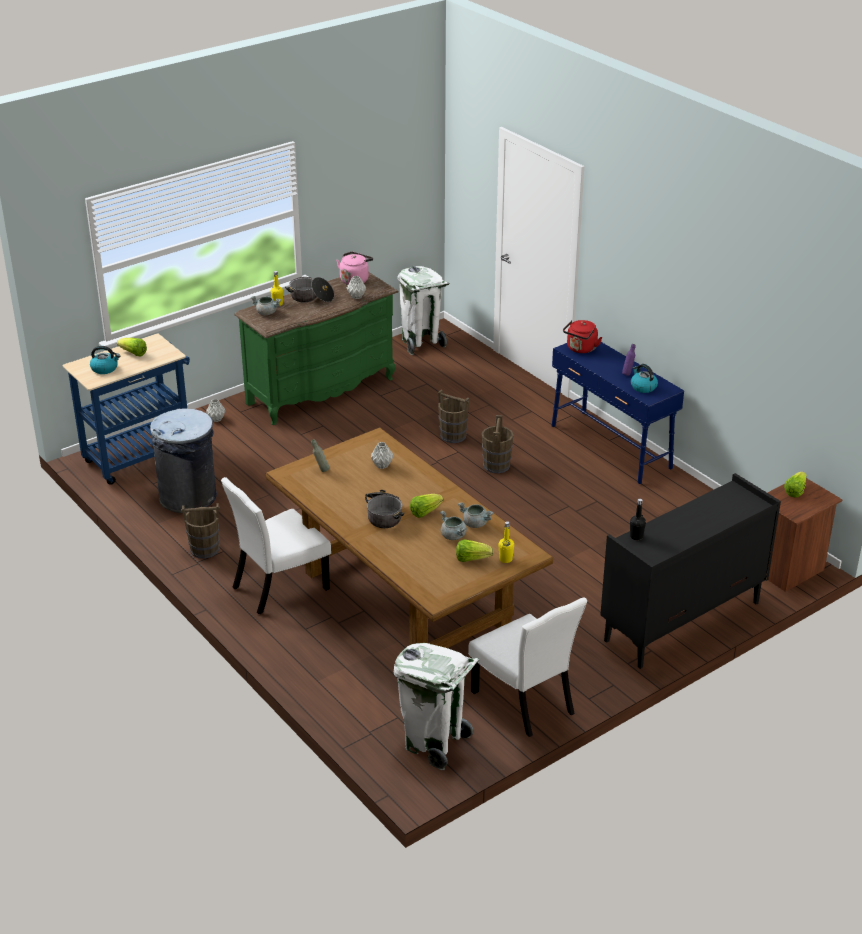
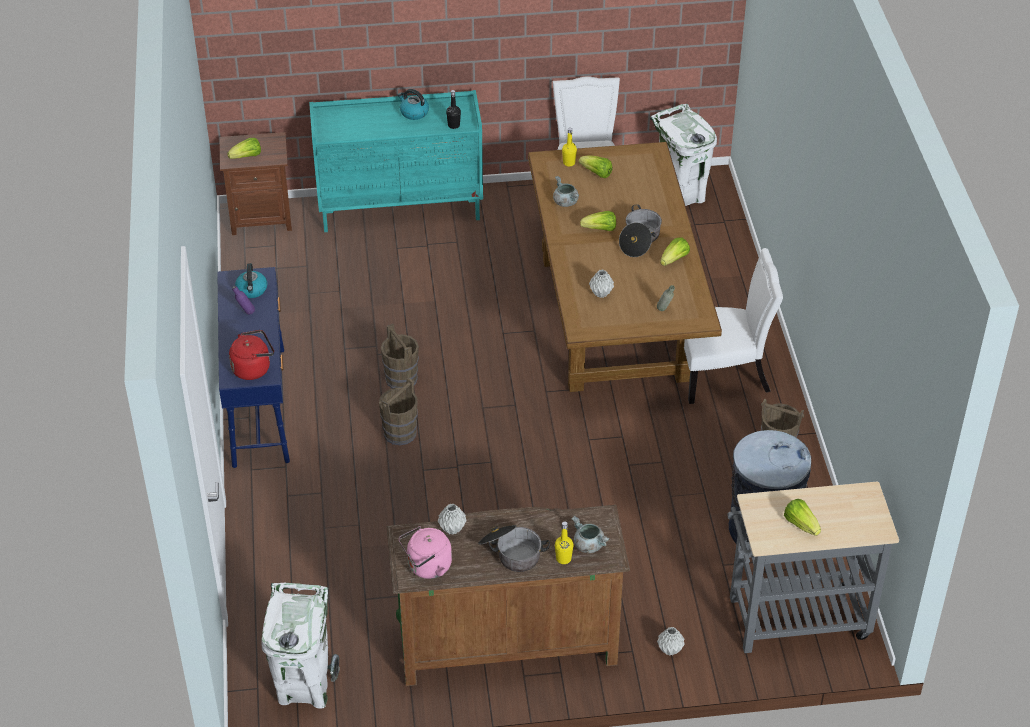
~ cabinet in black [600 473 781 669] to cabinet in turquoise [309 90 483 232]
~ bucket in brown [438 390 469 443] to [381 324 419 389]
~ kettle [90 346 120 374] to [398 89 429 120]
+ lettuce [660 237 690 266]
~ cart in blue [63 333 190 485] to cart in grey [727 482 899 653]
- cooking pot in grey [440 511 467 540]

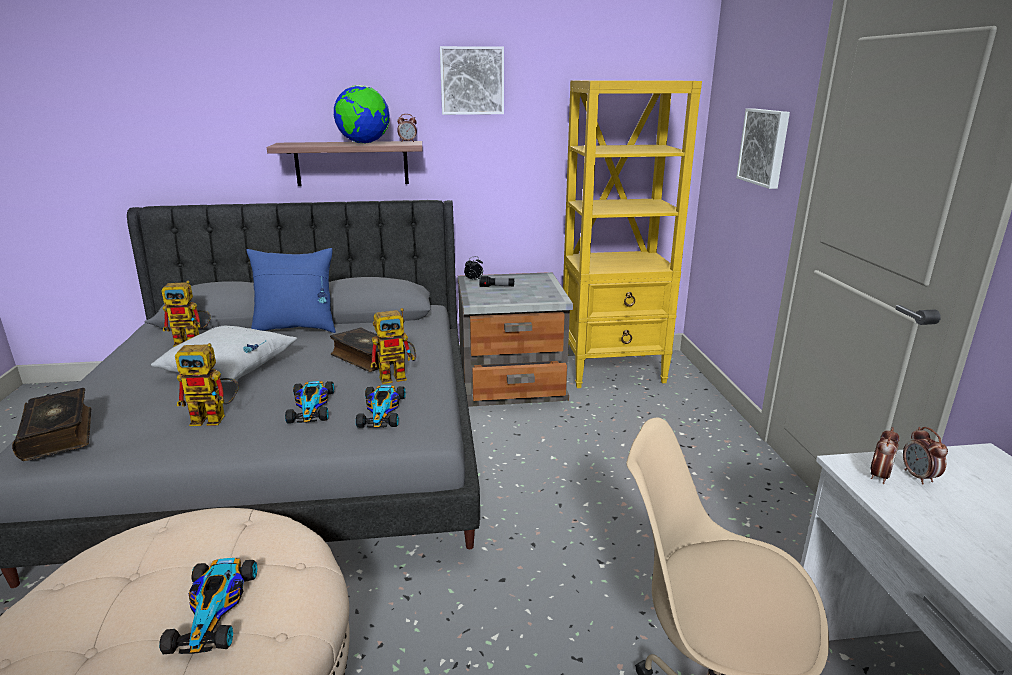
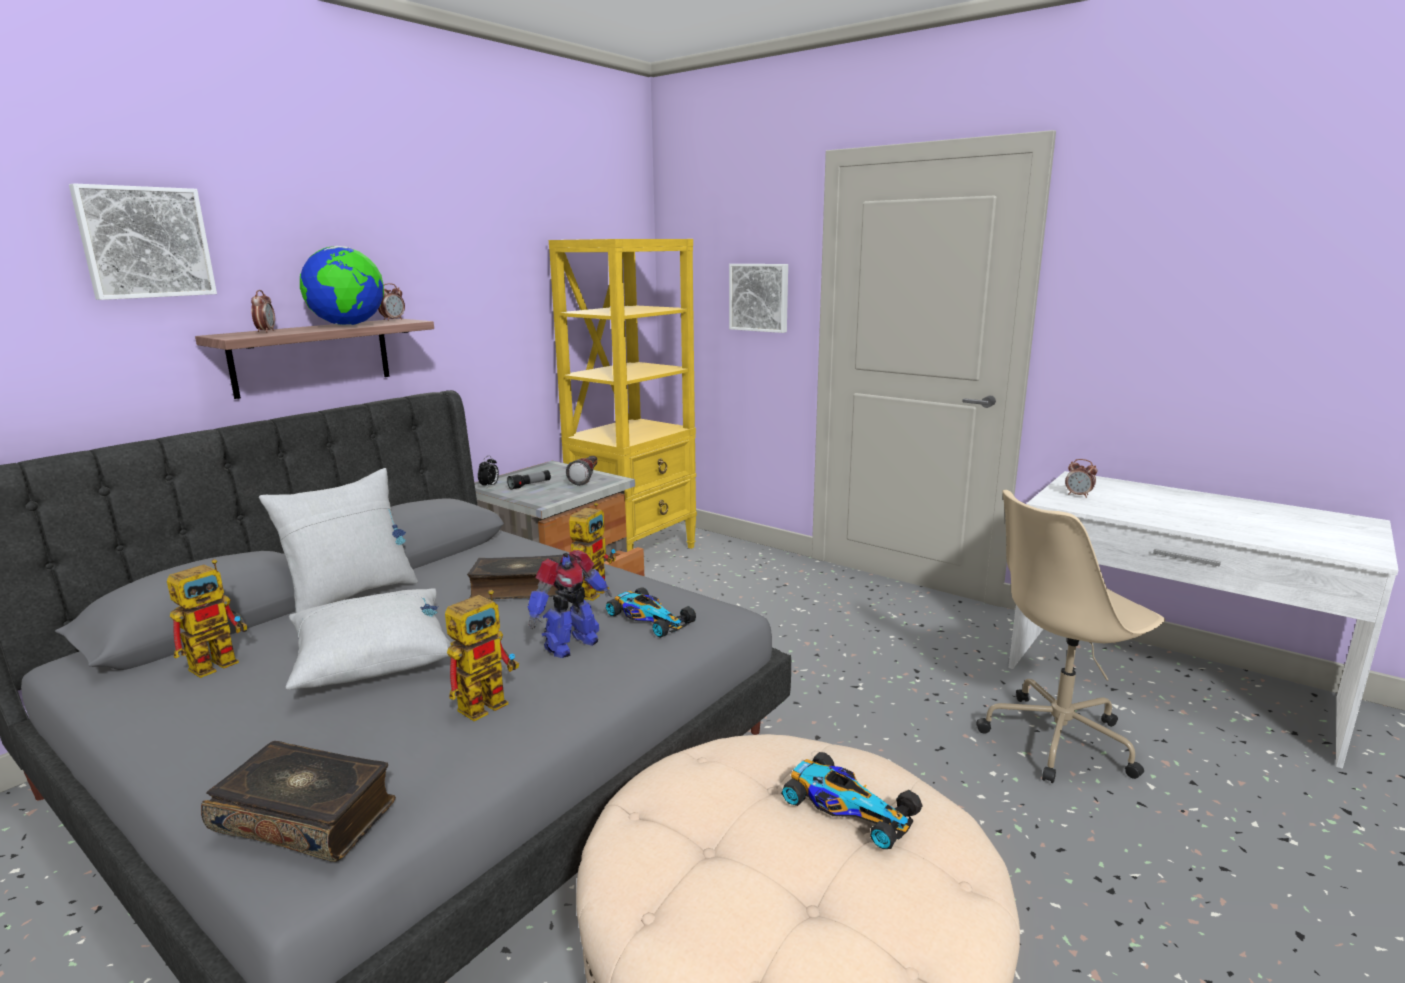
~ picture [440 46 504 115] to [69 183 217 300]
~ alarm clock [870 427 899 484] to [251 290 275 332]
~ pillow in blue [246 248 336 333] to pillow in grey [259 468 418 613]
~ toy car [285 381 334 424] to toy robot [528 550 612 658]
+ flashlight [566 456 597 486]

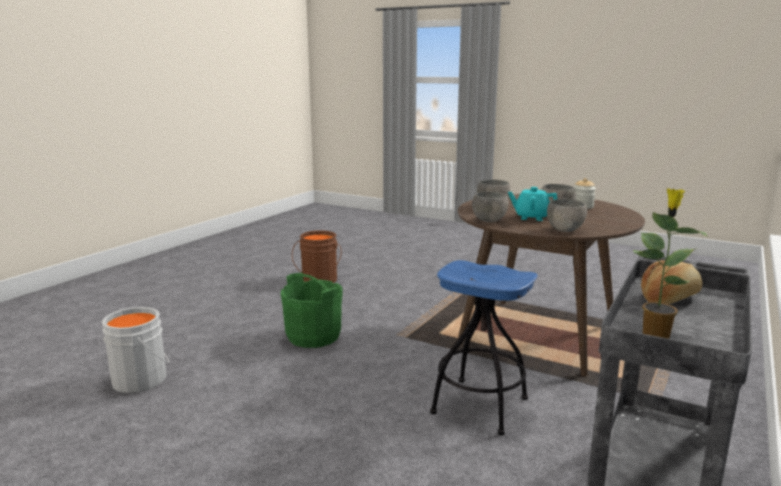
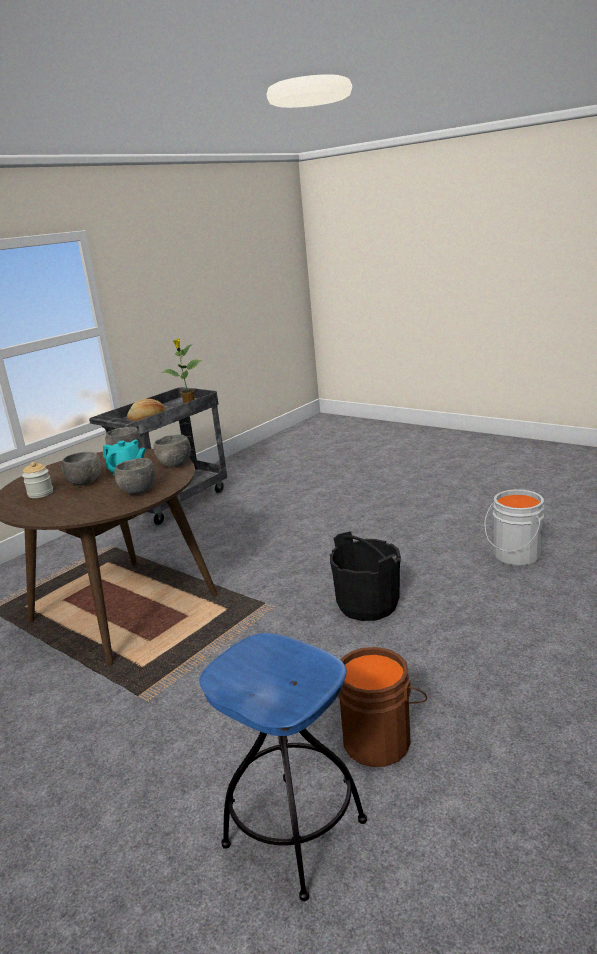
~ stool in blue [430 260 538 435] to [199 633 367 901]
~ bucket in green [281 272 343 348] to bucket in black [330 531 401 621]

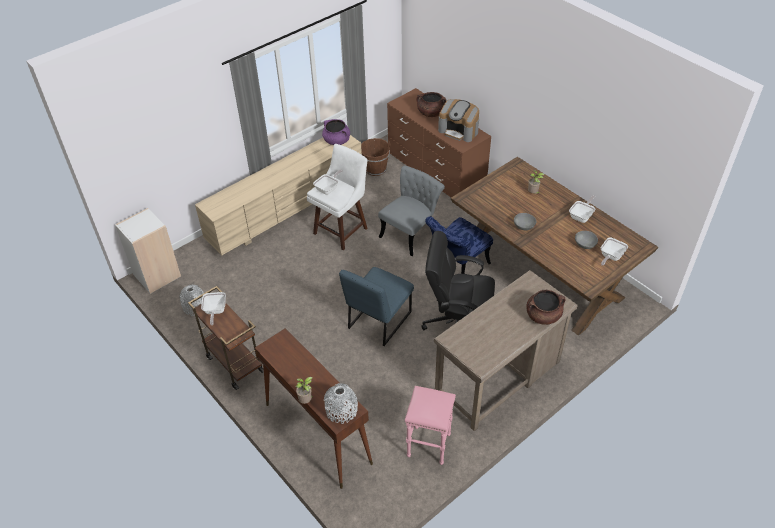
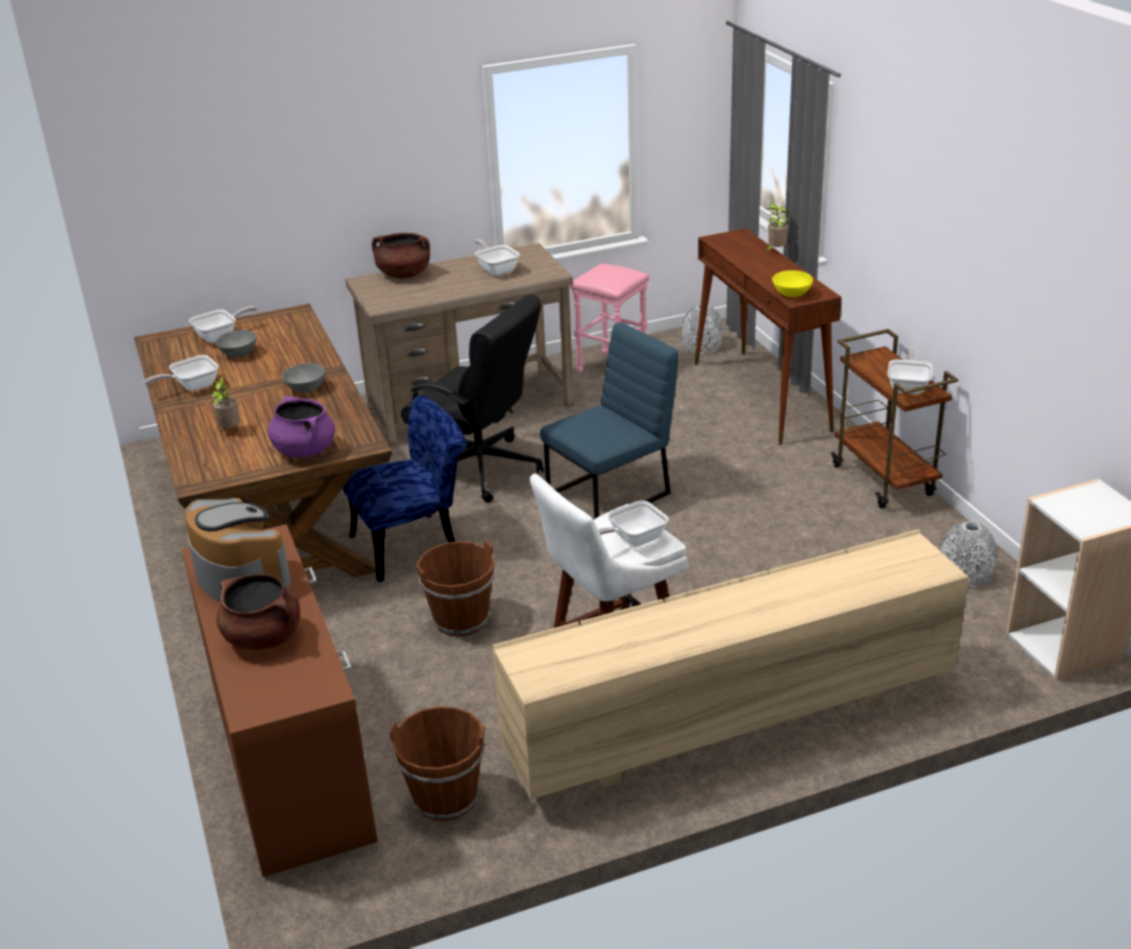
~ cooking pot in purple [322 119 350 145] to [268 396 335 458]
~ chair in grey [378 166 445 256] to bucket in brown [416 540 495 636]
+ frying pan [474 239 520 276]
~ vase in grey [324 383 358 424] to [682 304 722 354]
+ bowl in yellow [772 270 813 297]

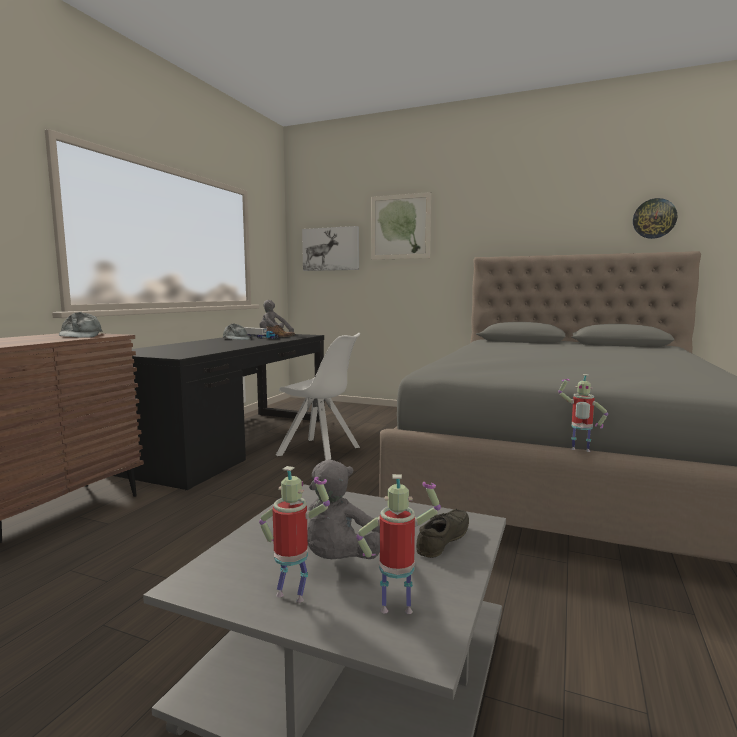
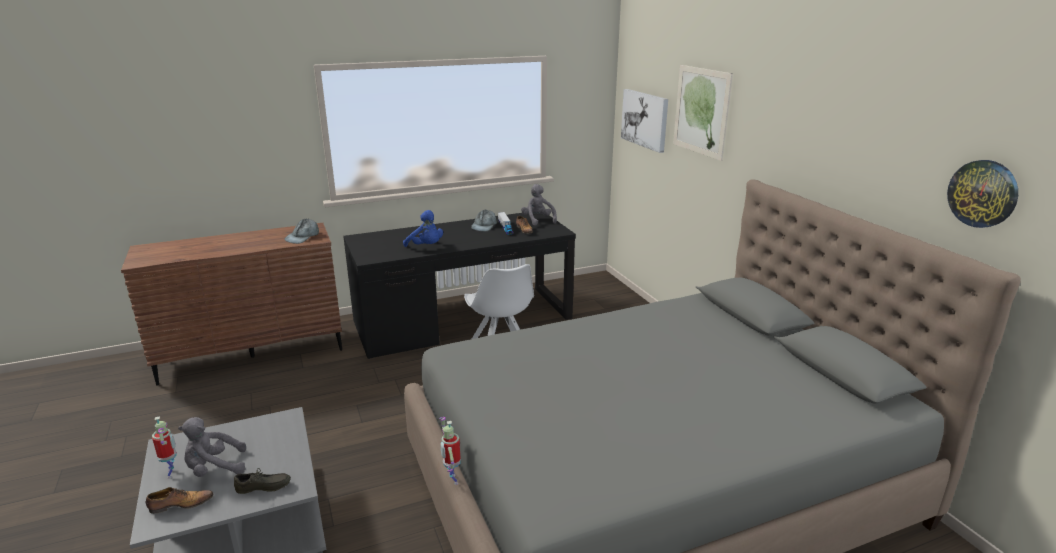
~ toy robot [356 474 441 614] to shoe [145 487 213 514]
+ plush toy in blue [403 210 443 247]

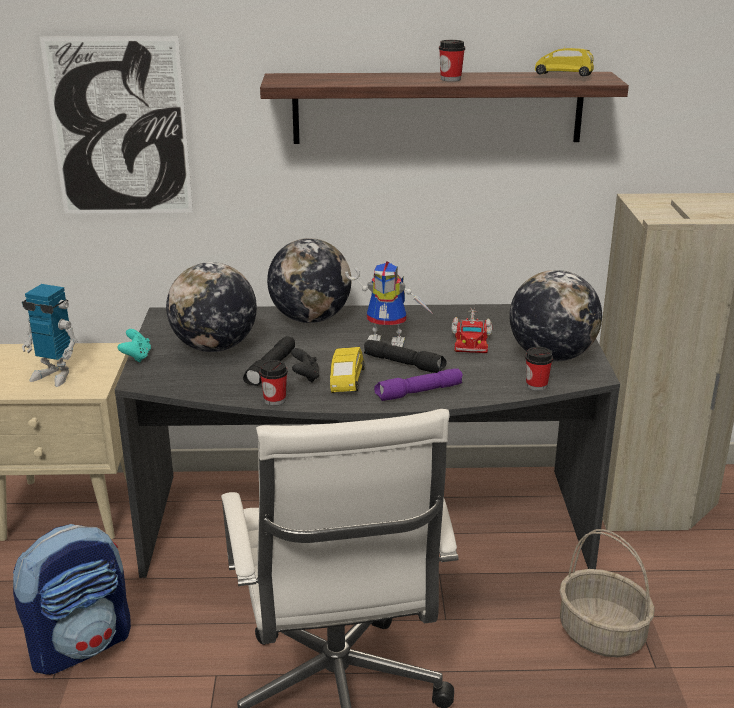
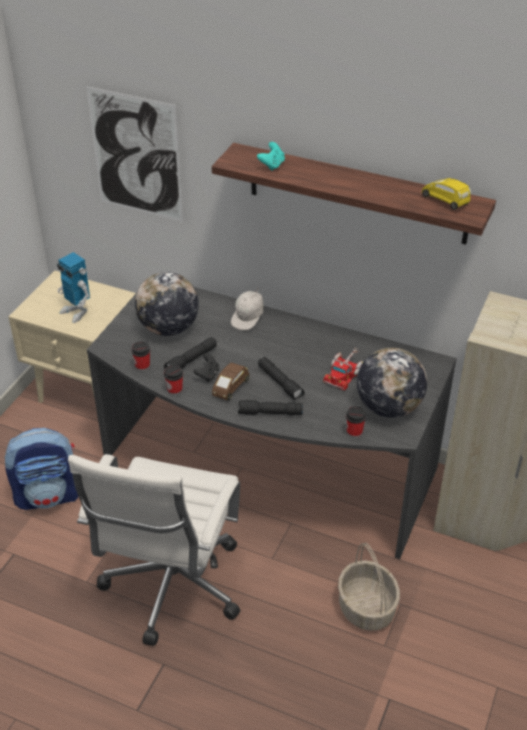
~ cup [439 40 465 82] to [131 341 150 371]
~ toy car in yellow [330 347 365 393] to toy car in brown [212 362 249 401]
~ globe [267 238 351 323] to cap in white [231 287 264 330]
~ flashlight in purple [374 368 463 401] to flashlight in black [238 400 303 415]
~ game controller in turquoise [118 329 151 363] to [257 142 285 171]
- toy robot [345 261 435 347]

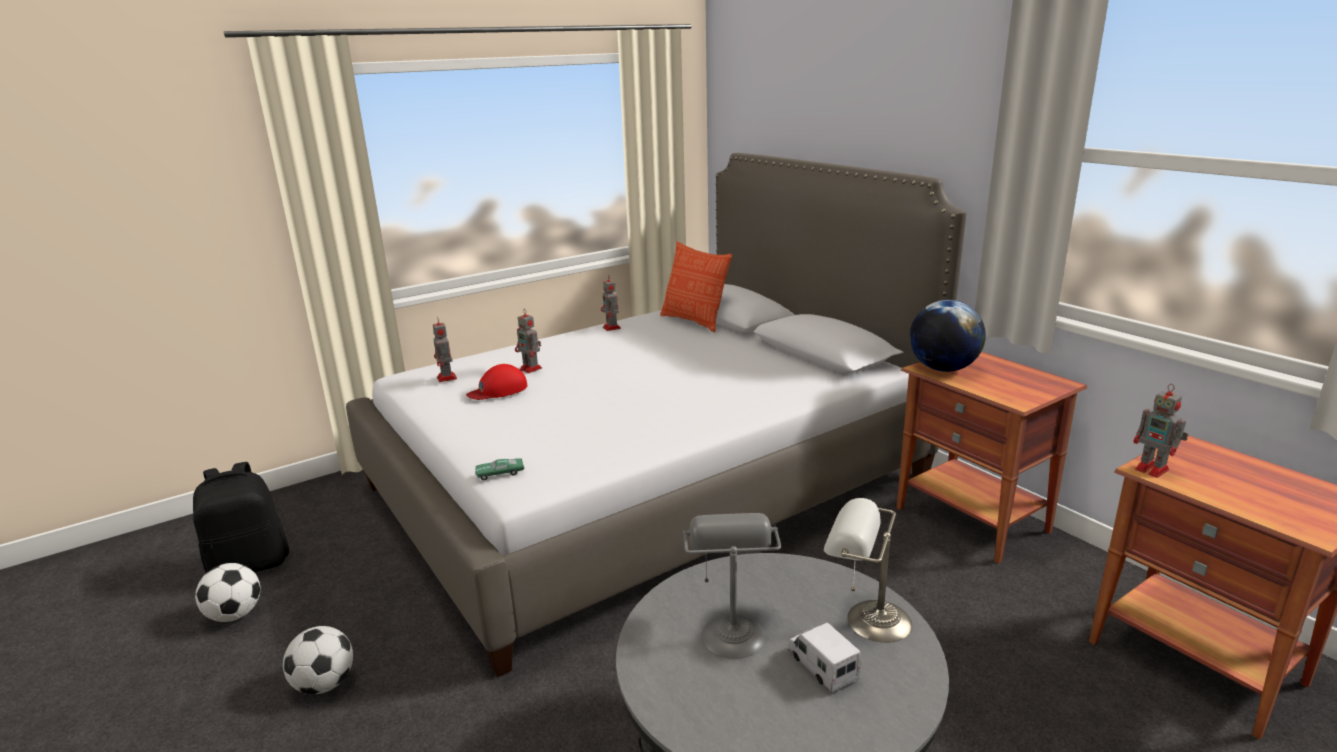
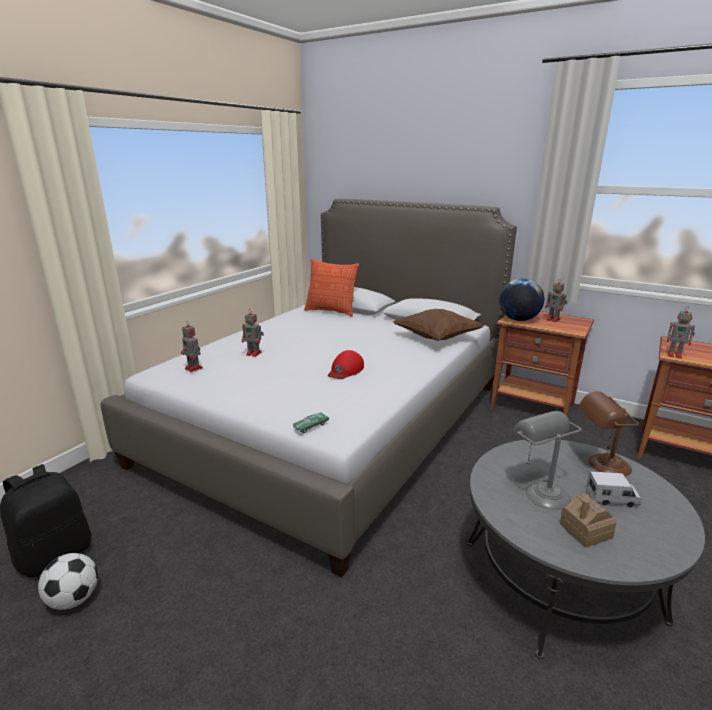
~ cap in red [466 364 527 400] to [328 350 364 379]
+ pillow in brown [393 309 484 341]
~ toy robot [601 278 621 331] to [545 279 567 322]
+ toy house [560 493 616 548]
~ table lamp in white [824 498 912 643] to table lamp in brown [579 391 639 477]
~ toy truck [788 622 861 693] = [586 471 641 507] 150 degrees clockwise
- football [283 626 353 694]

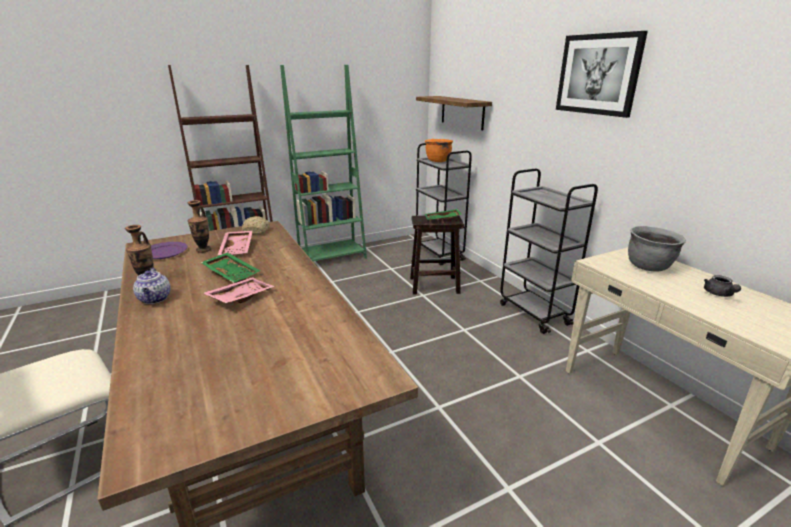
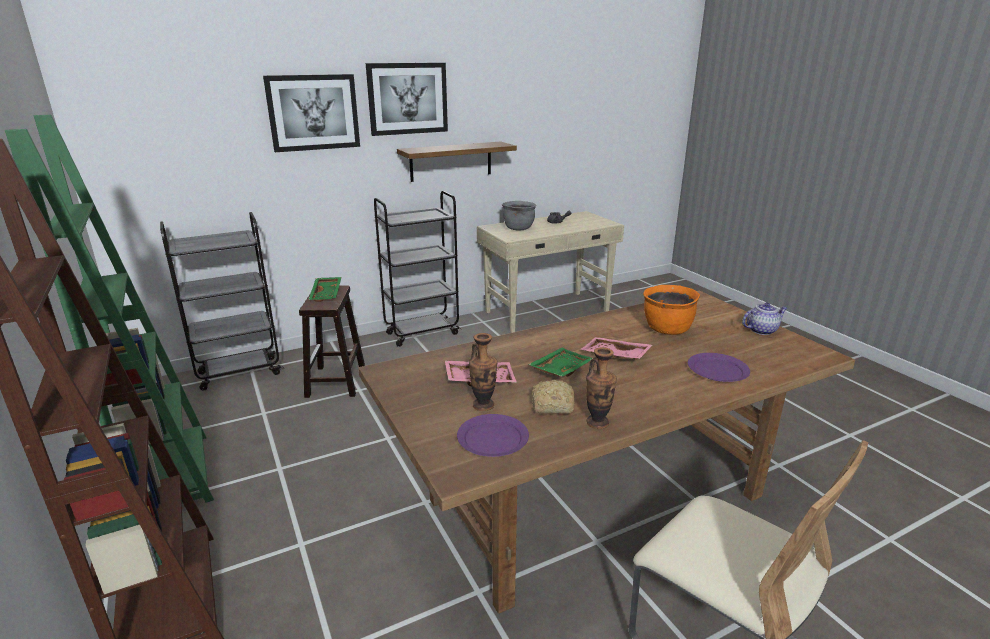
+ picture [263 74 360 152]
~ shelf [416 96 492 130] to [397 141 517 182]
~ bread [242 216 270 234] to [532 380 575 414]
~ cooking pot in orange [425 139 453 162] to [643 285 700 335]
+ plate in purple [688 353 750 382]
~ teapot [133 268 171 304] to [742 303 787 335]

